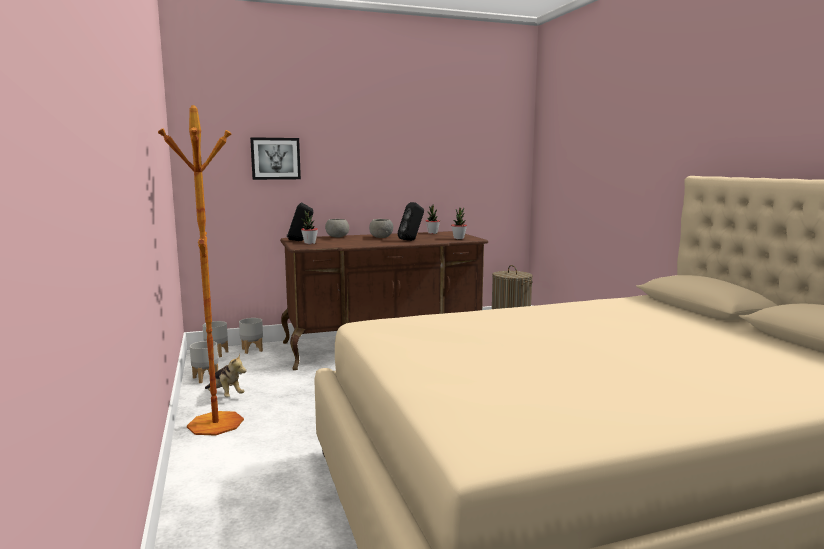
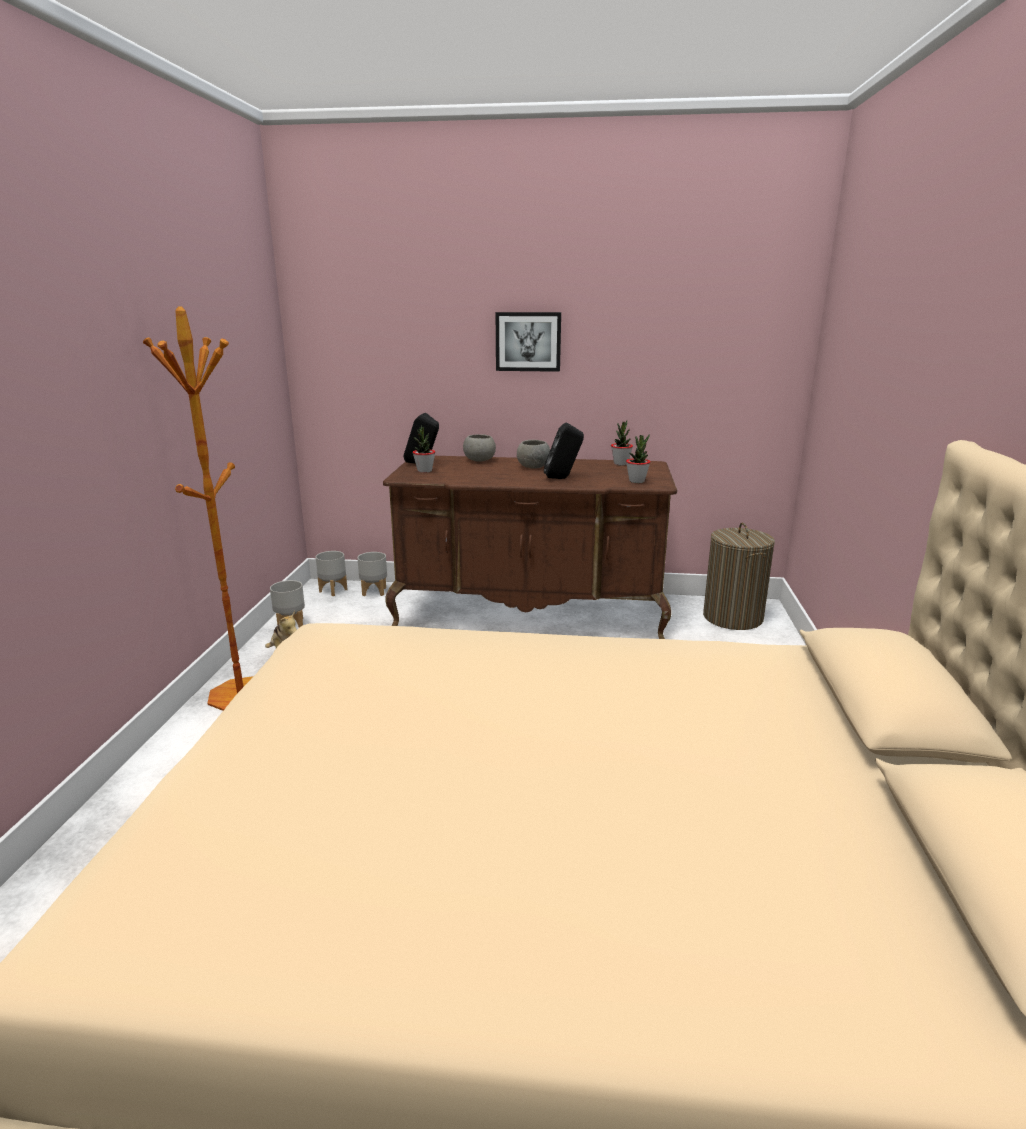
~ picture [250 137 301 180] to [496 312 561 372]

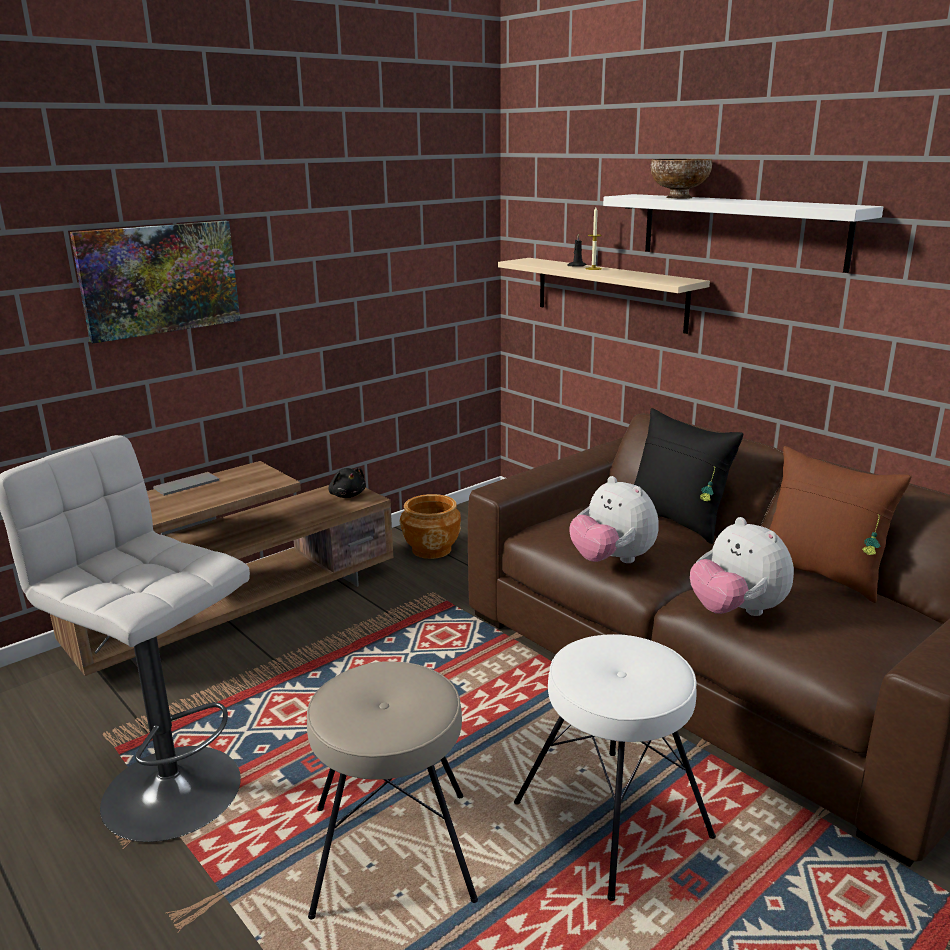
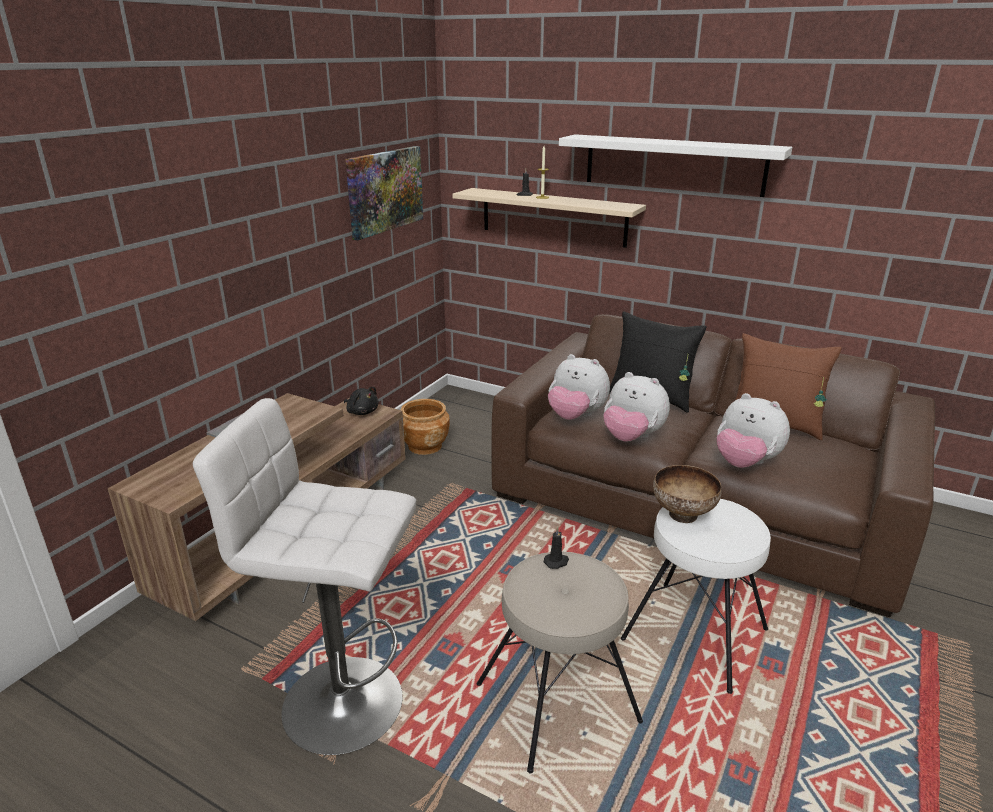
~ picture [70 221 240 343] to [345 146 423 240]
+ candle in black [544 527 569 569]
+ plush toy [548 354 610 420]
~ bowl [651 159 712 199] to [653 465 722 523]

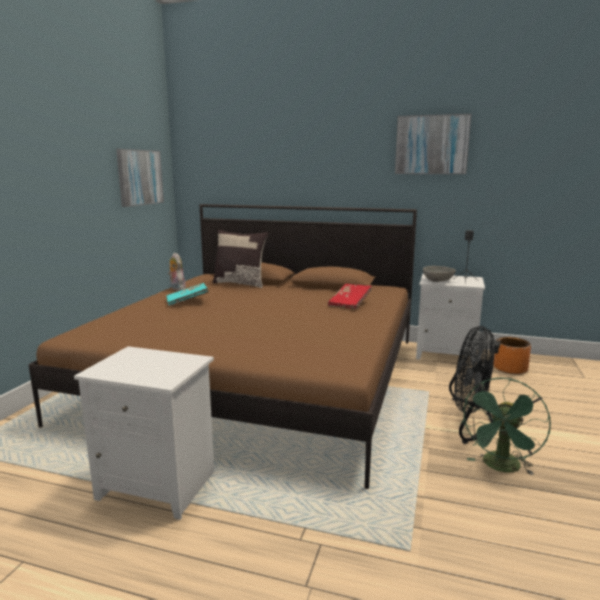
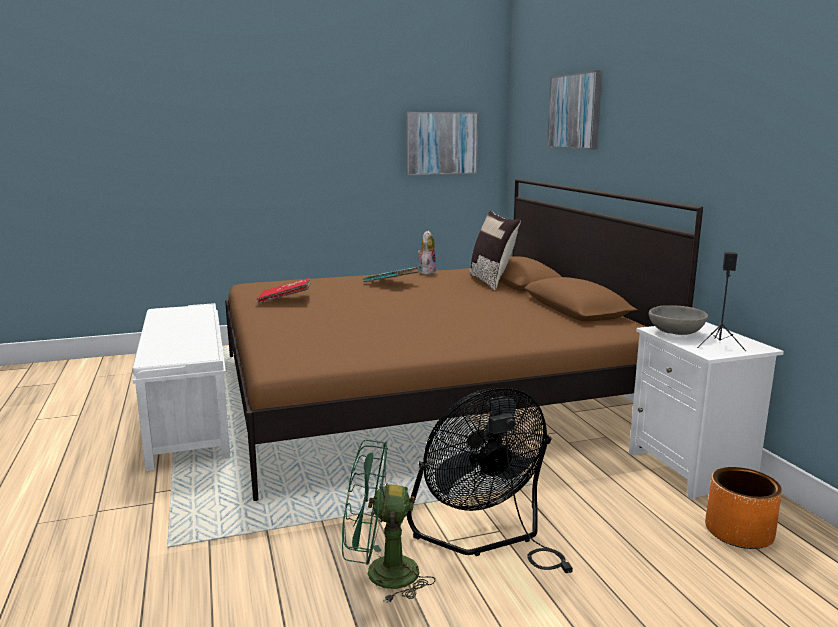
~ nightstand in white [74 346 214 520] to bench in white [132 303 231 471]
~ book in red [328 284 372 309] to [257 278 311 303]
~ picture [395 114 471 174] to [547 70 603 150]

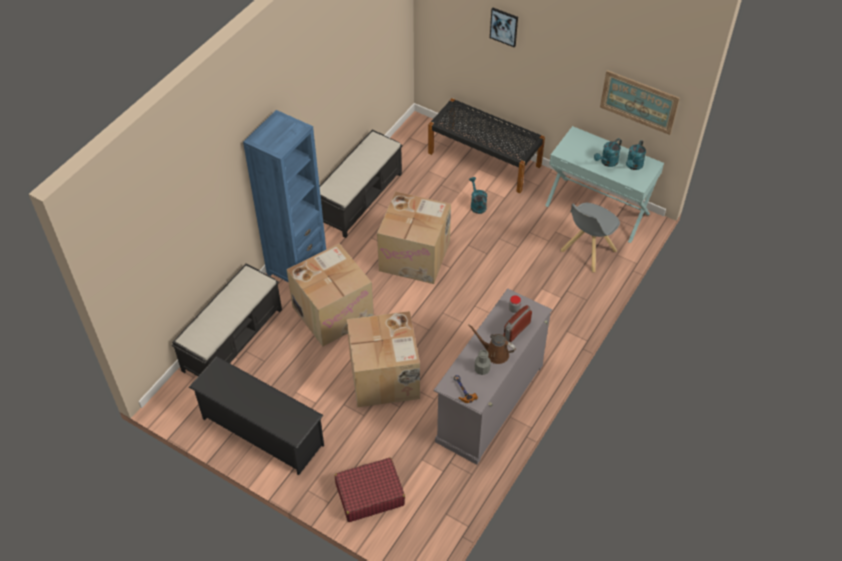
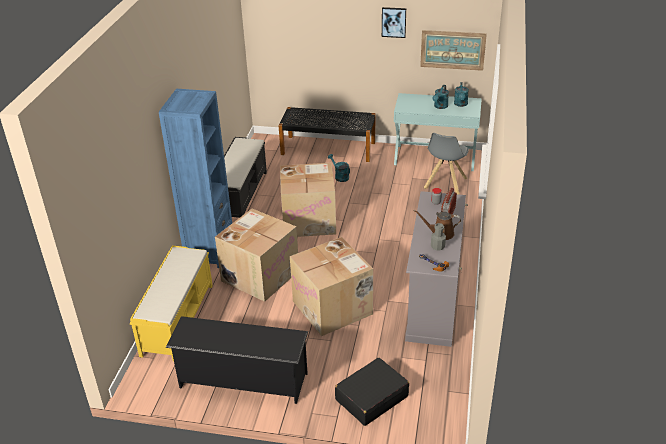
~ bench in black [172 264 282 376] to bench in yellow [130 245 213 361]
~ suitcase in red [334 457 405 522] to suitcase in black [335 358 409 426]
~ picture [490 8 518 47] to [382 7 406 38]

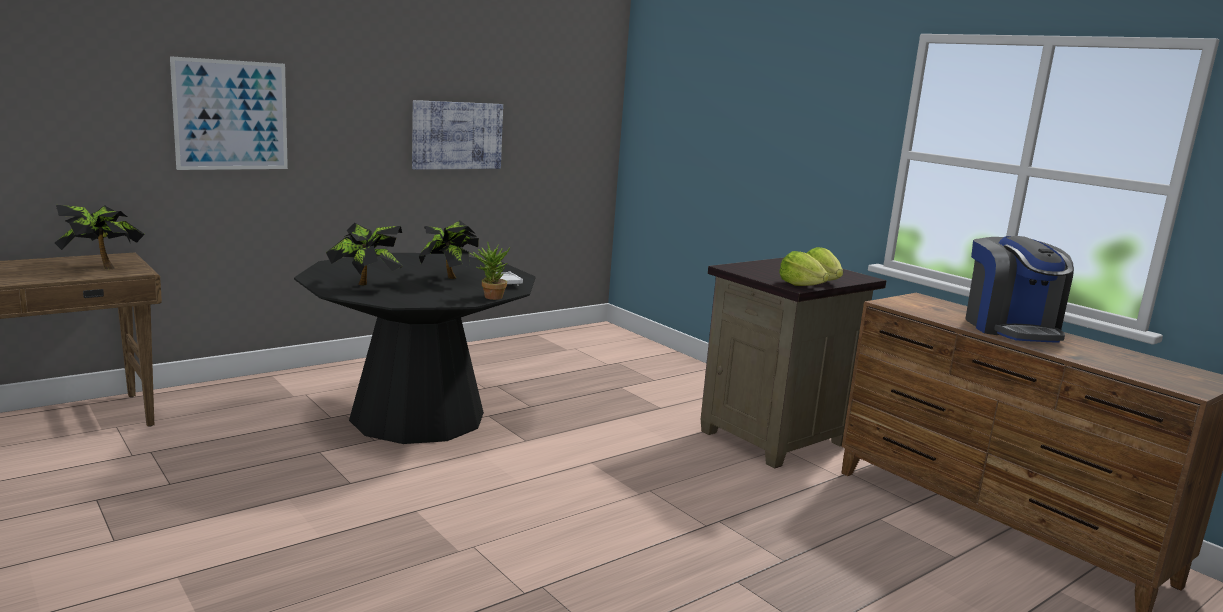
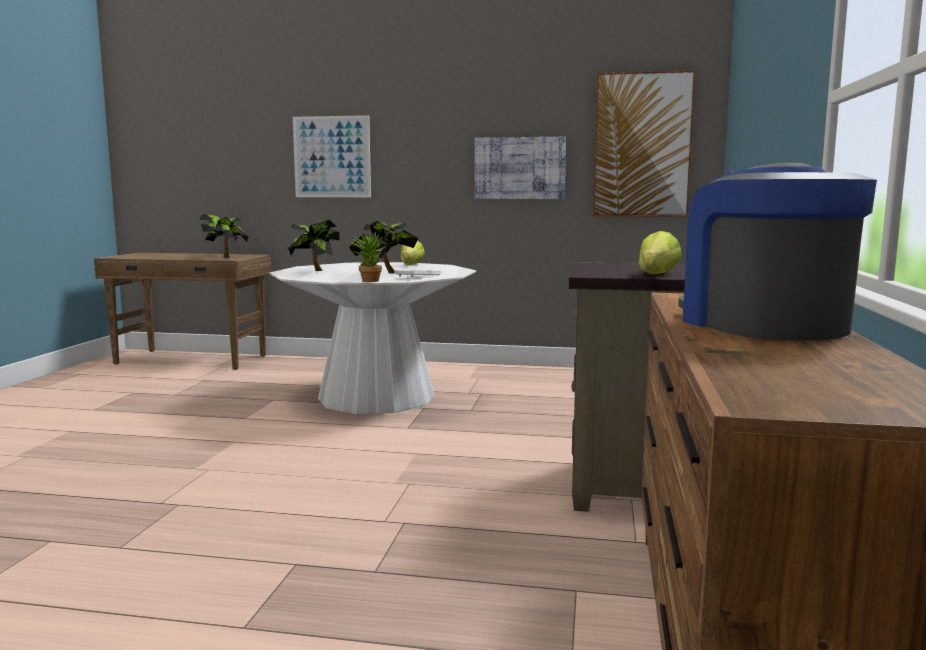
~ dining table in black [294 253 536 444] to dining table in white [269 262 476 414]
~ lettuce [779 251 829 286] to [401 241 425 265]
+ picture [593 70 696 217]
~ coffee machine [965 236 1074 343] = [678 163 877 341] 120 degrees clockwise

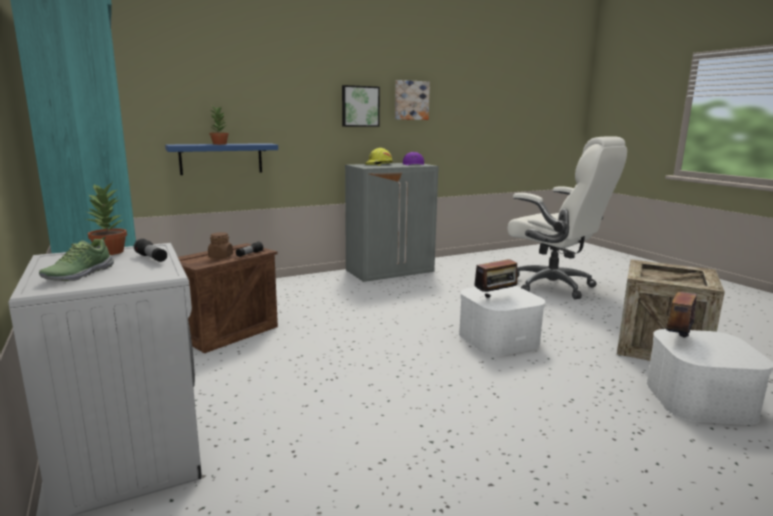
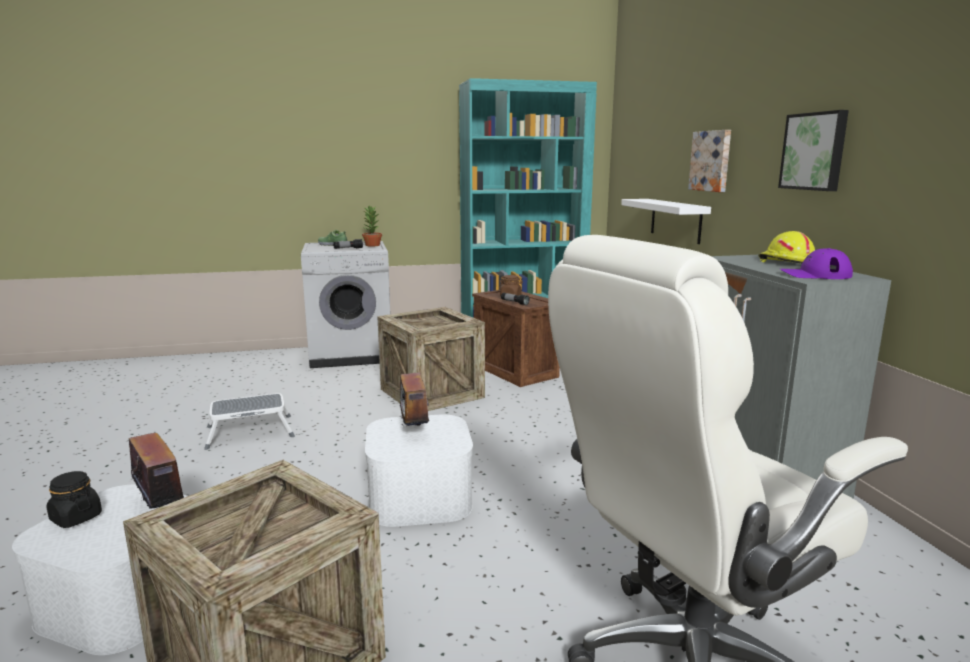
+ jar in black [47 471 102 528]
+ step ladder in grey [204 393 295 450]
+ crate [377 307 485 411]
~ shelf in blue [165 143 278 175] to shelf in white [621 199 711 244]
~ picture [395 80 430 120] to [688 130 731 192]
- potted plant [209 106 229 145]

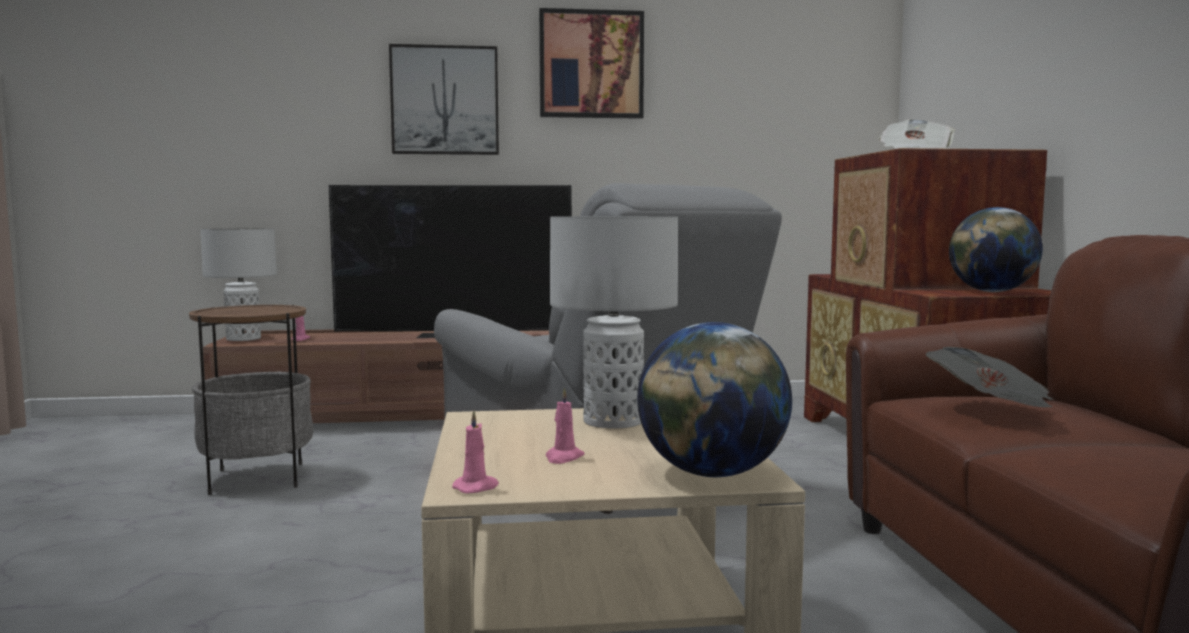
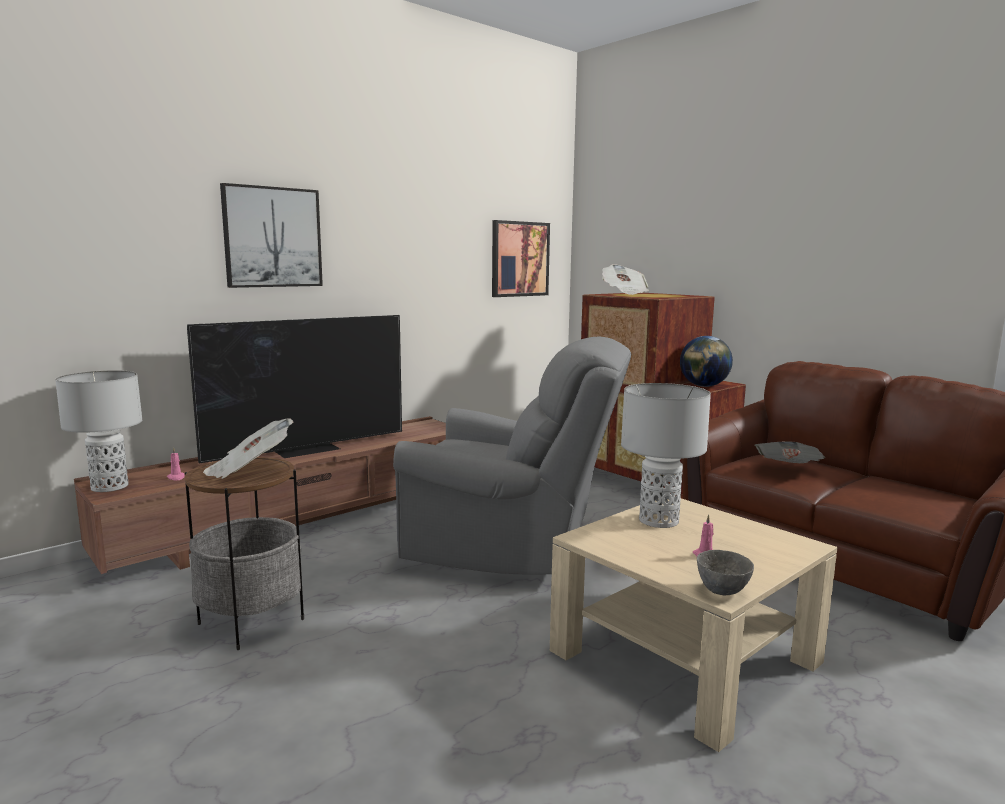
+ newspaper [203 418 294 479]
~ picture [539 8 644 119] to [492 220 550 297]
~ candle in pink [452 410 499 494] to bowl in grey [697 550 754 595]
- globe [637 322 792 477]

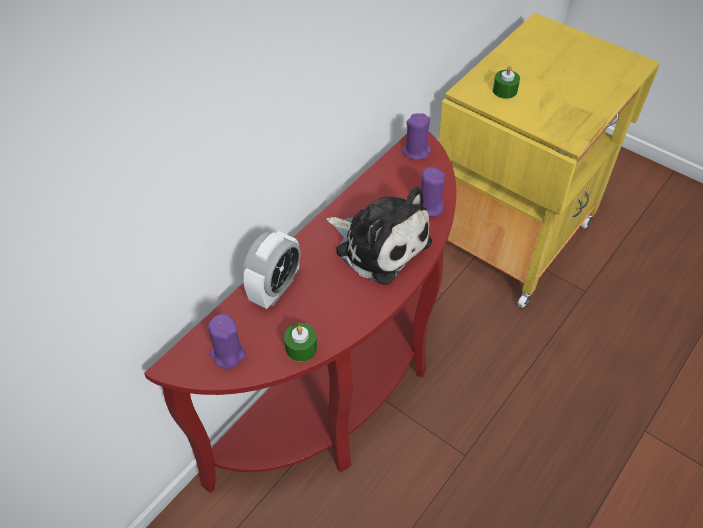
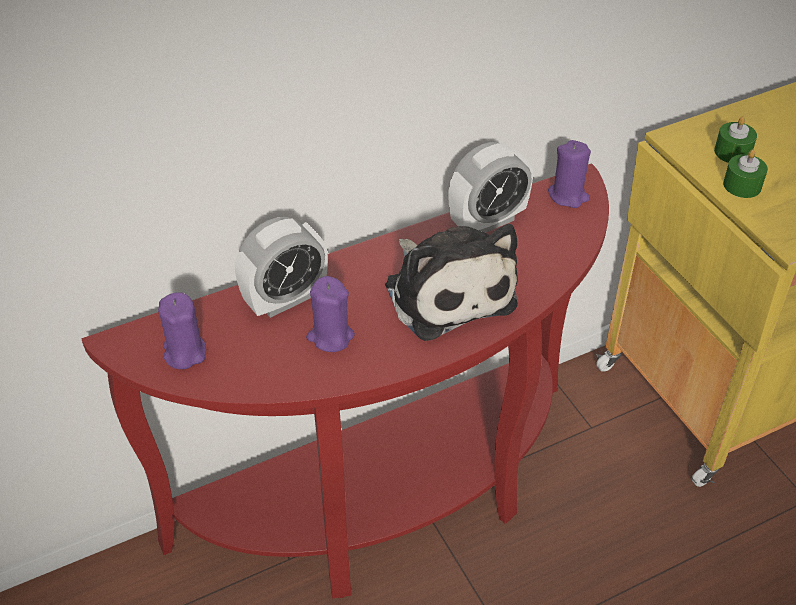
~ candle in purple [420 167 445 217] to [306 276 355 352]
+ alarm clock [449 142 533 233]
~ candle in green [284 323 317 361] to [723 149 768 198]

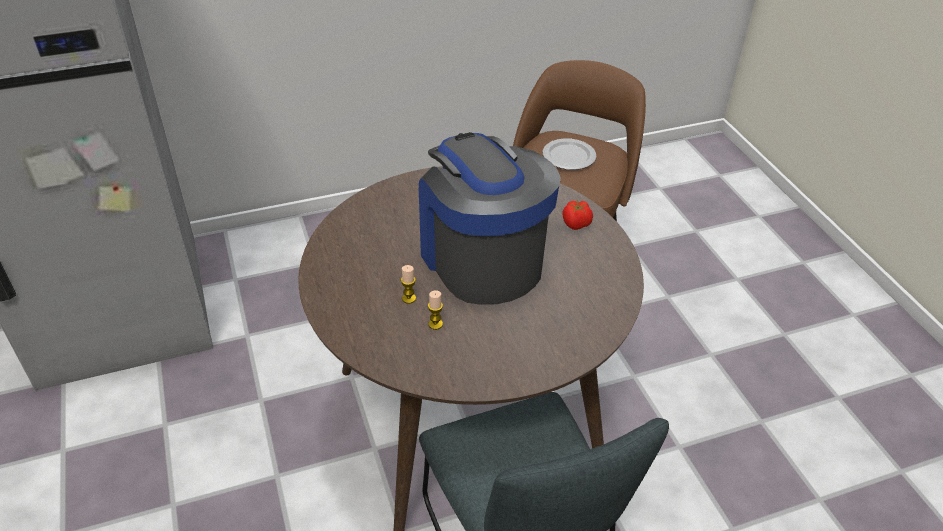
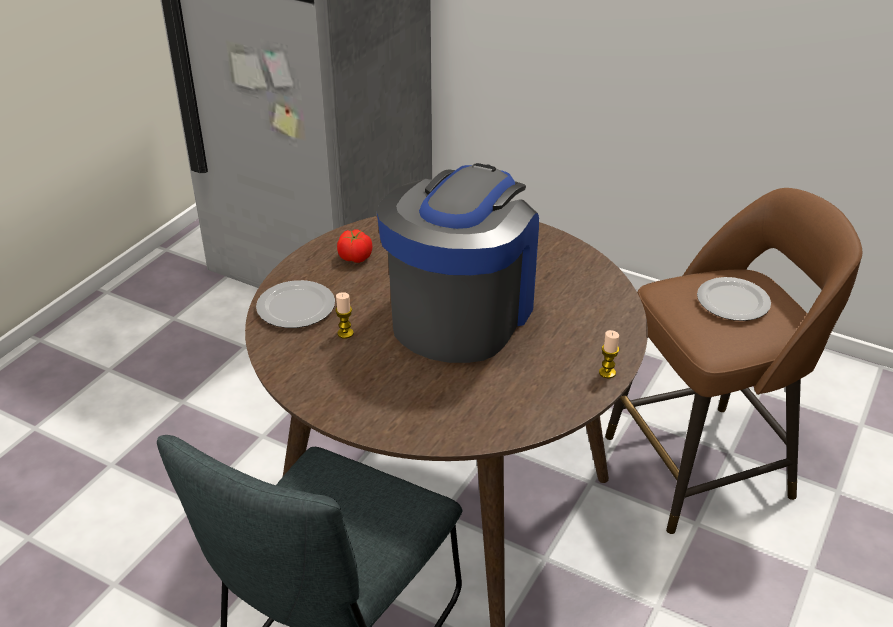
+ plate [256 280 335 328]
~ tomato [562 200 593 230] to [337 229 372 263]
~ candle [401 265 416 304] to [599 330 619 378]

